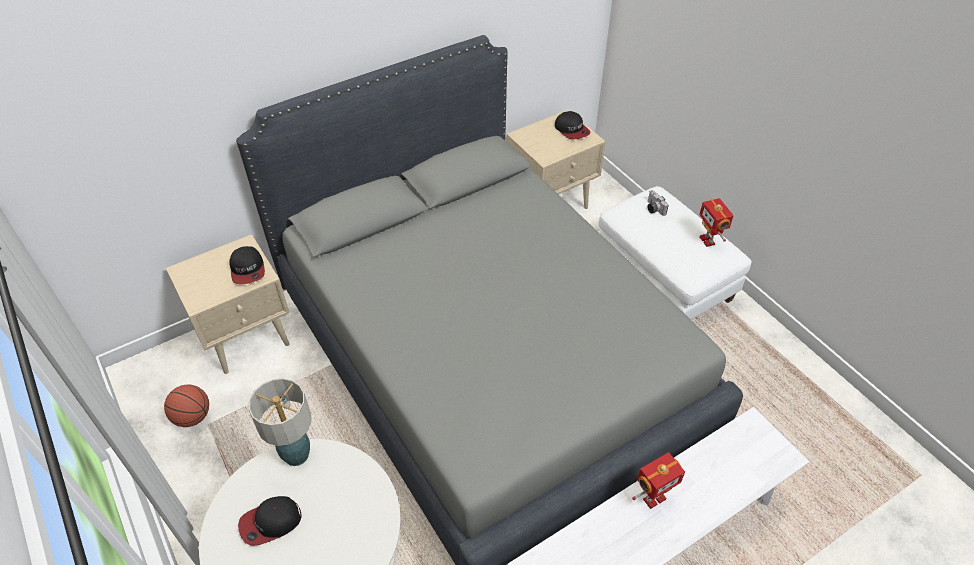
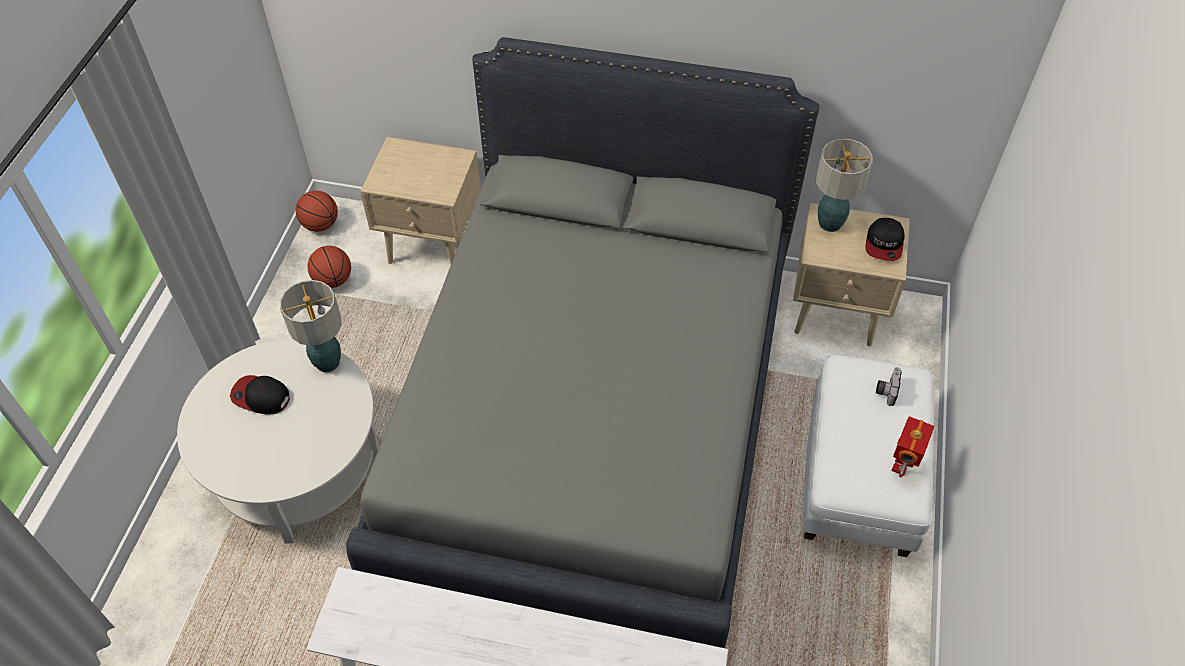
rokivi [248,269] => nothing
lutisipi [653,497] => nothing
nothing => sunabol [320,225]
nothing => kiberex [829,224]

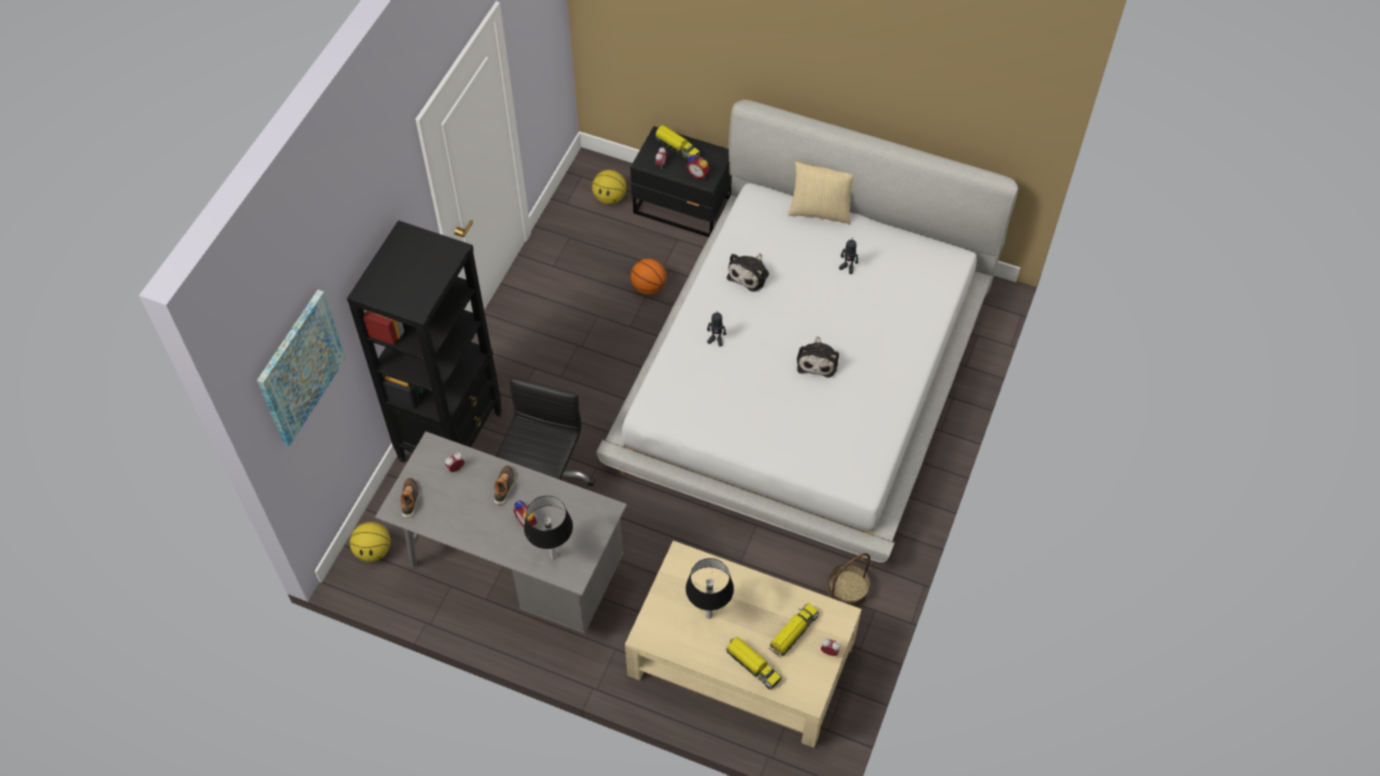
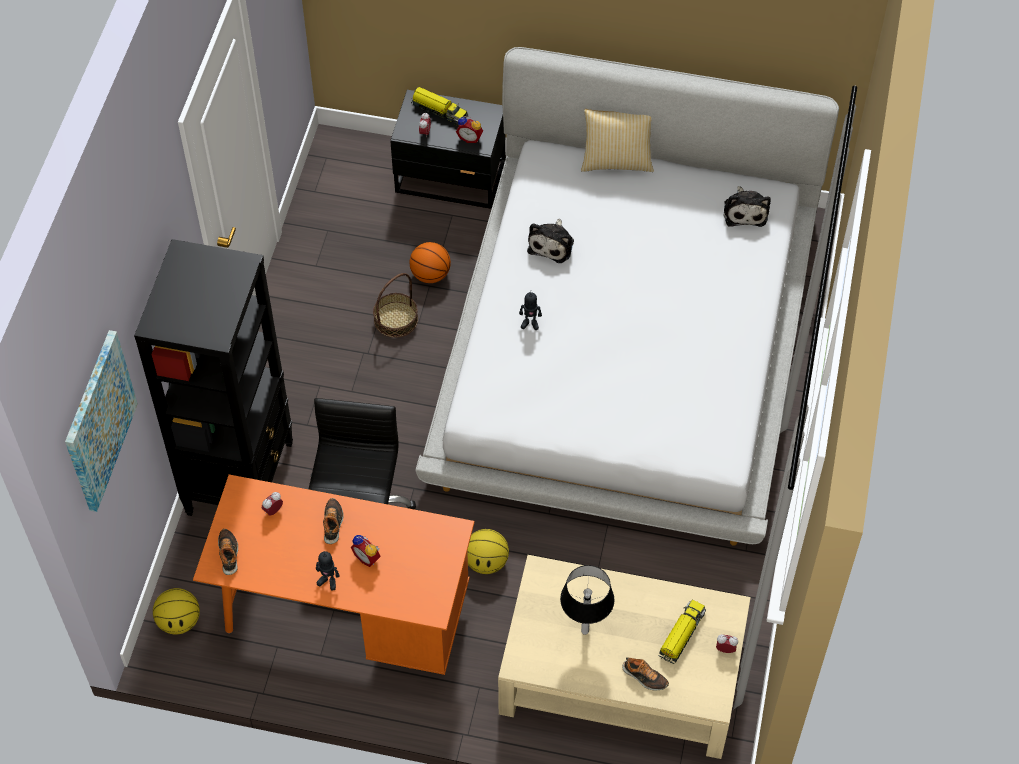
kiberex [553,557] => nothing
sunabol [610,198] => sunabol [486,562], shifted
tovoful [817,360] => tovoful [745,211], shifted
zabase [848,589] => zabase [395,319], shifted
lutisipi [847,267] => lutisipi [328,581], shifted
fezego [752,665] => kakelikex [644,677]
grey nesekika [513,571] => orange nesekika [345,619]

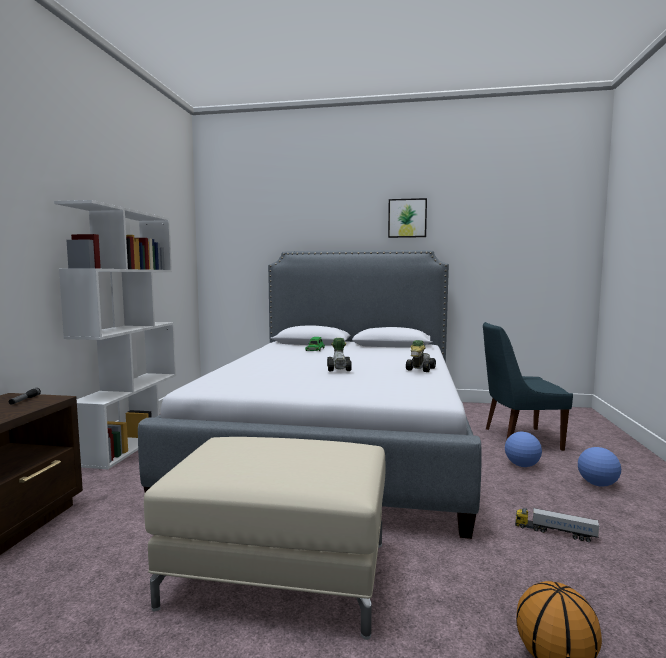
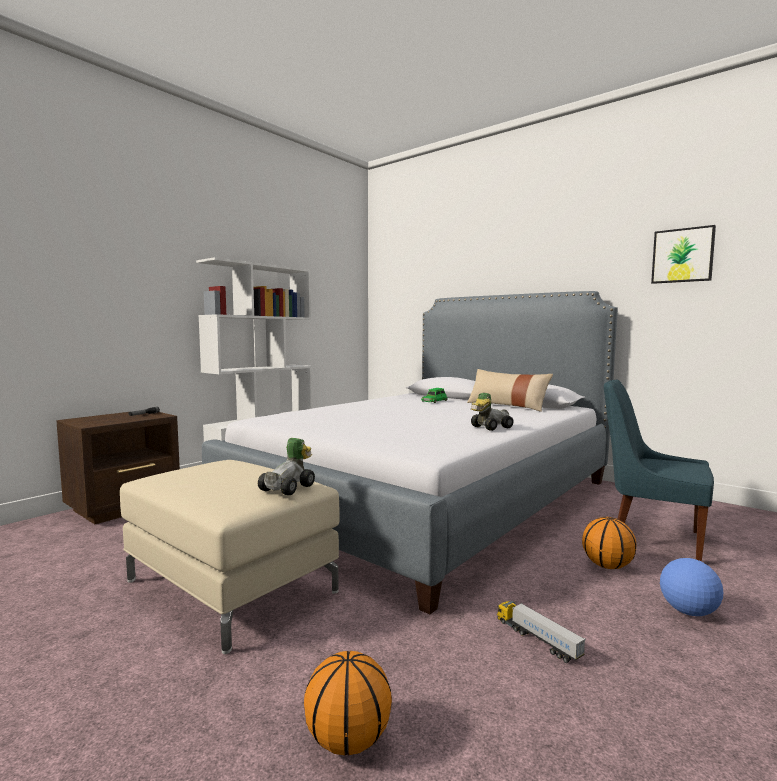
nothing => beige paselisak [507,406]
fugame [339,368] => fugame [290,487], shifted
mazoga [407,218] => mazoga [682,255], shifted
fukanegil [522,465] => sunabol [608,566]

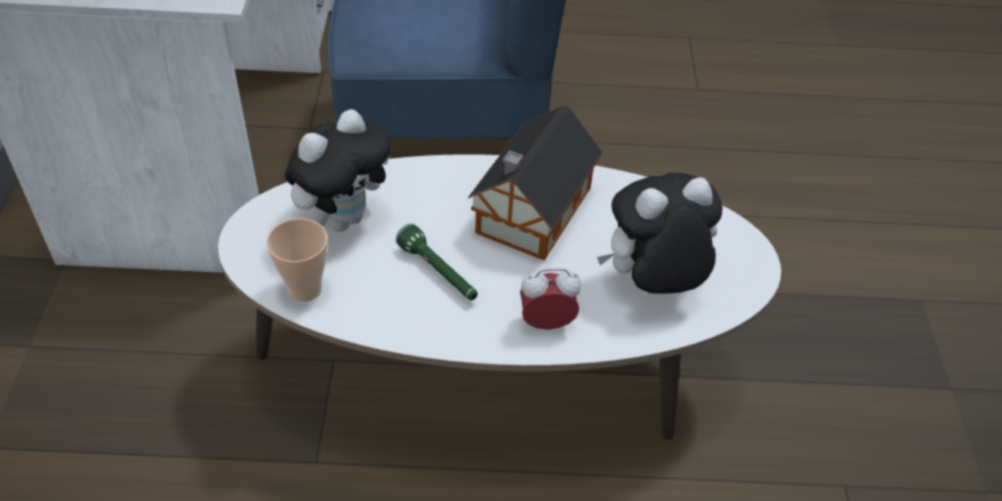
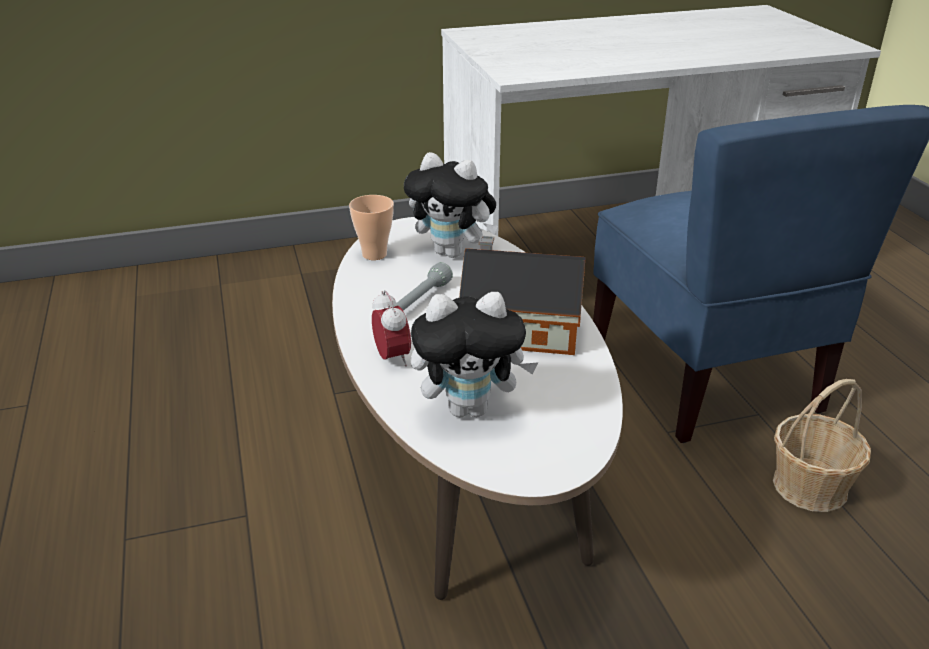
nothing => zabase [810,486]
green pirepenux [439,273] => grey pirepenux [420,300]
tovoful [652,284] => tovoful [470,408], 120 degrees clockwise

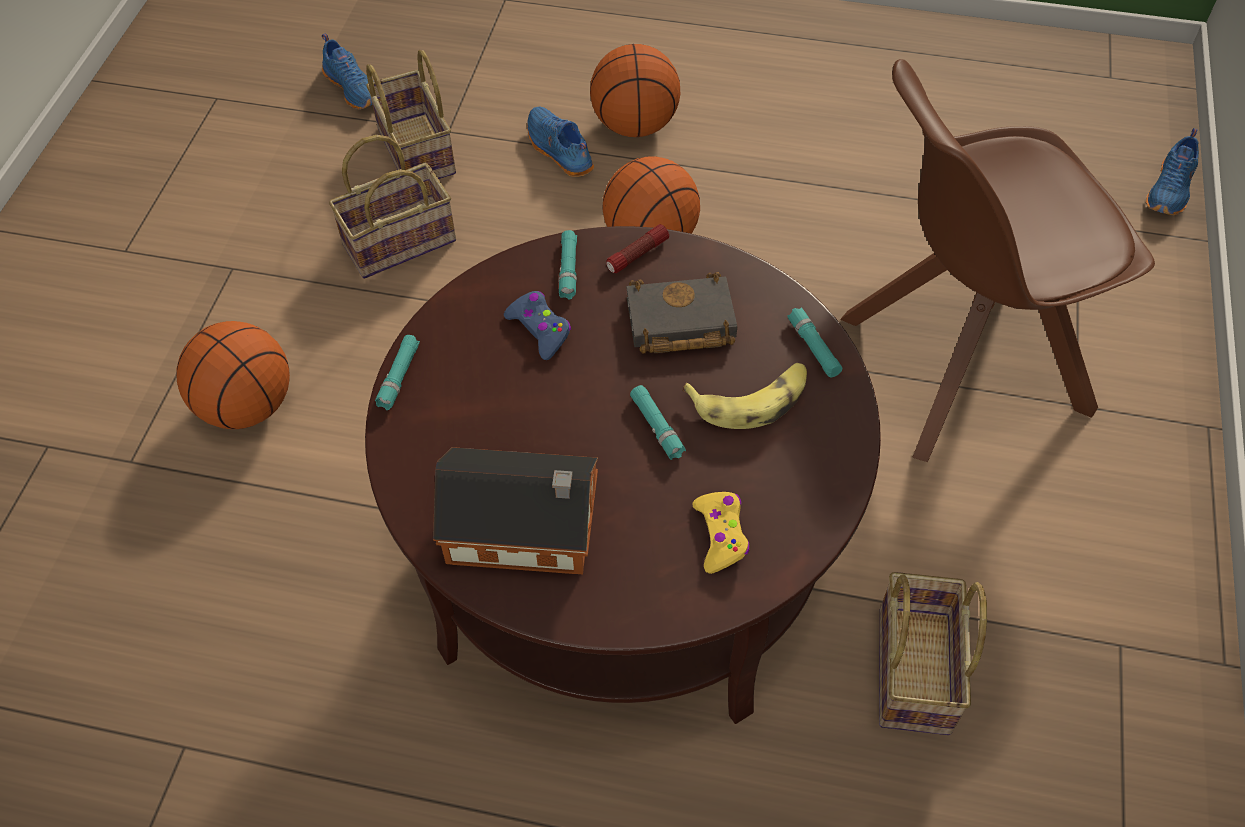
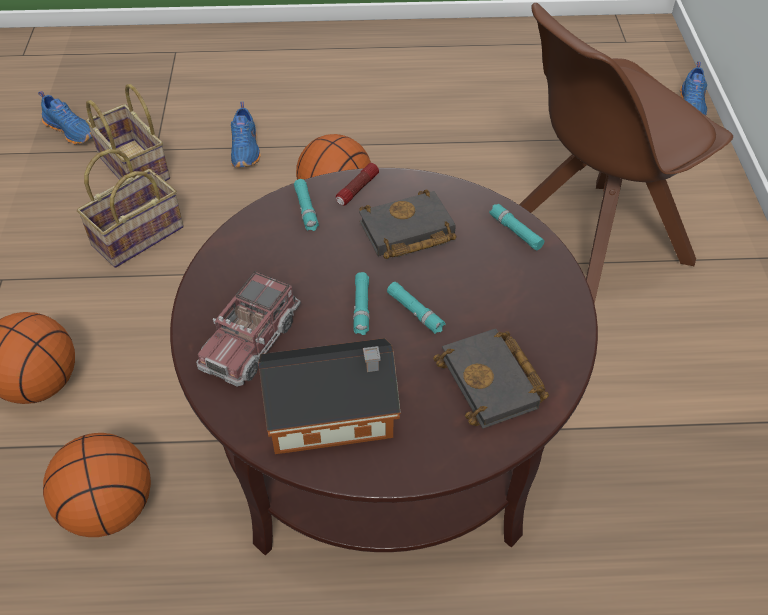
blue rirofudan [540,329] => nothing
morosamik [751,400] => nothing
zabase [916,674] => nothing
nothing => fezego [250,341]
turquoise pirepenux [399,377] => turquoise pirepenux [361,307], shifted
sunabol [634,125] => sunabol [109,508], shifted
yellow rirofudan [721,535] => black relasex [494,383]
blue kakelikex [558,151] => blue kakelikex [246,150], 135 degrees counterclockwise

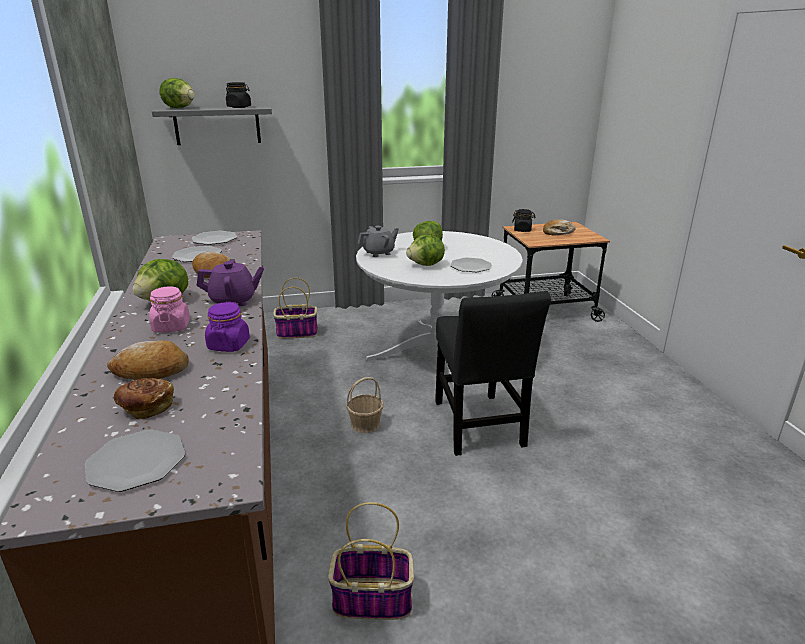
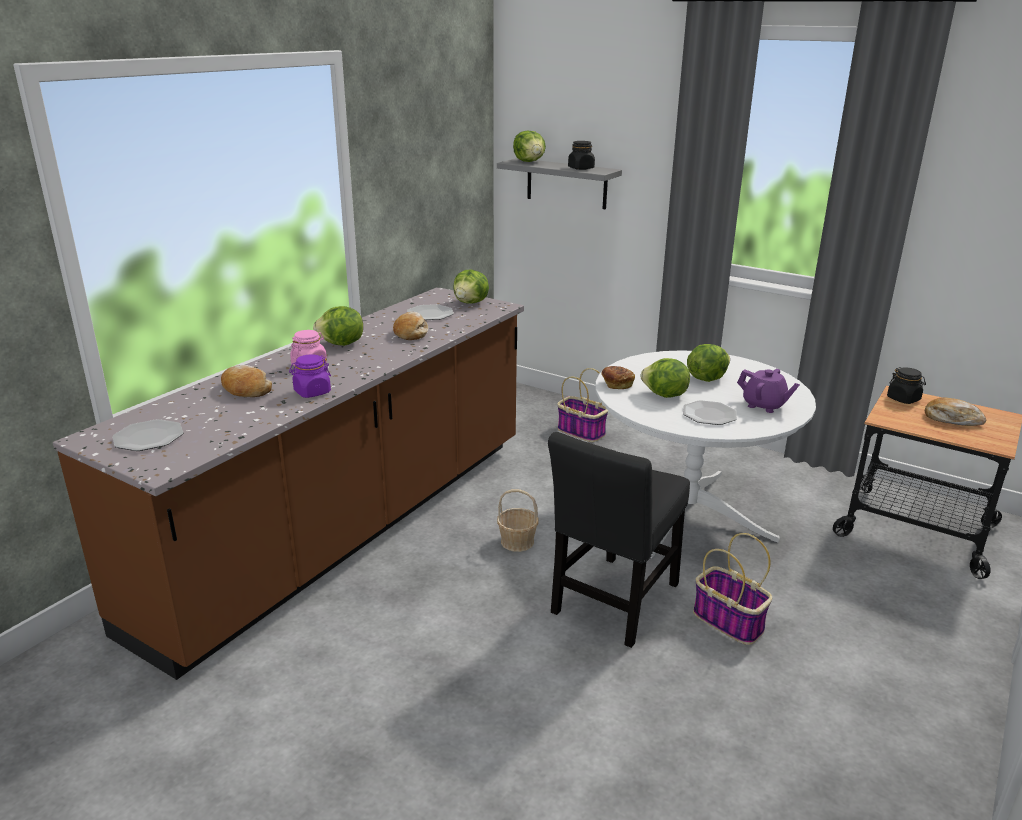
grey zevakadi [379,253] => nothing
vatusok [146,408] => vatusok [616,384], shifted
purple zevakadi [233,301] => purple zevakadi [764,405], shifted
zabase [373,599] => zabase [729,622], shifted
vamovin [214,239] => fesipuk [471,303]

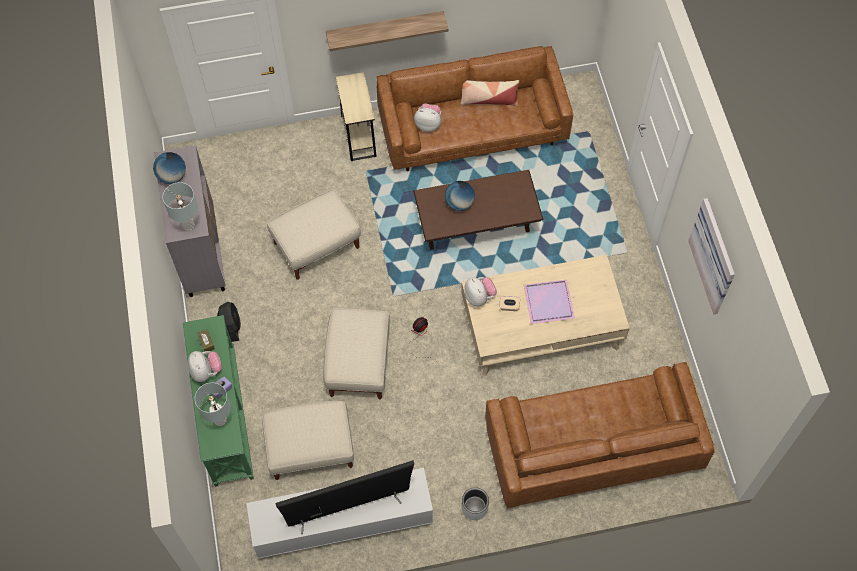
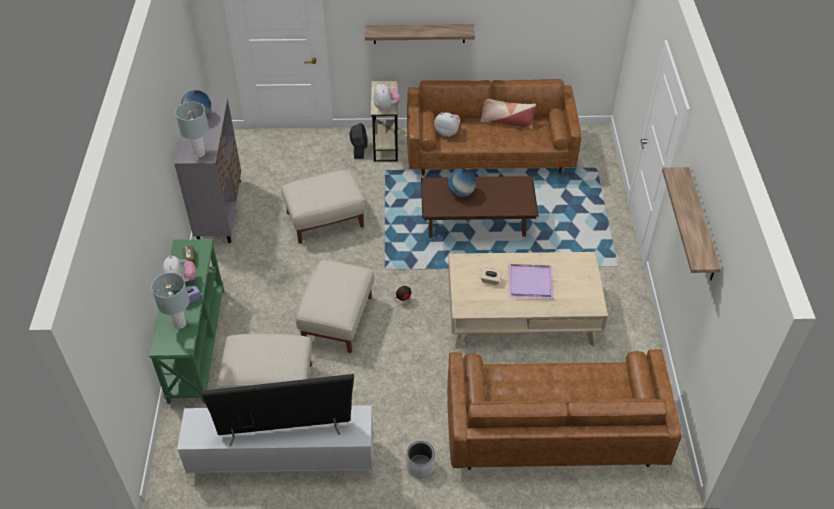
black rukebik [231,326] => black rukebik [359,149], shifted
tovoful [479,297] => tovoful [386,106], shifted
mazoga [715,256] => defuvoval [701,225]

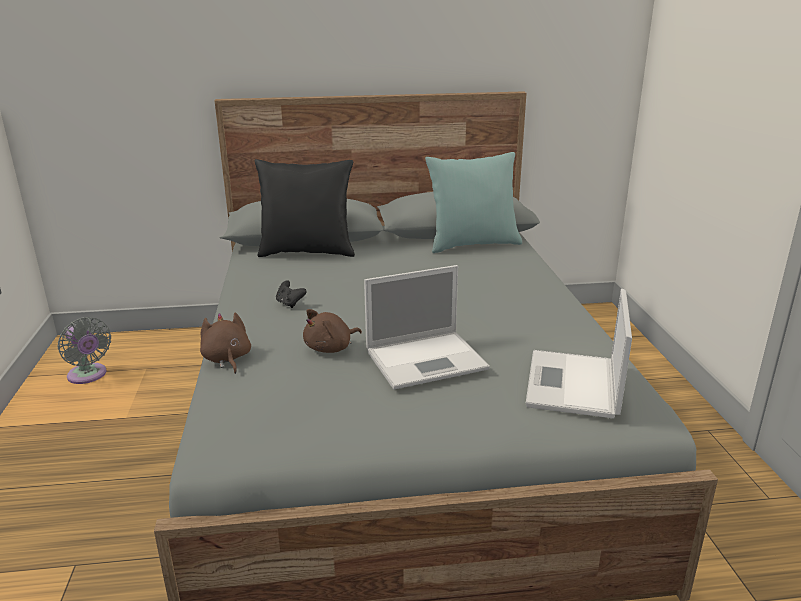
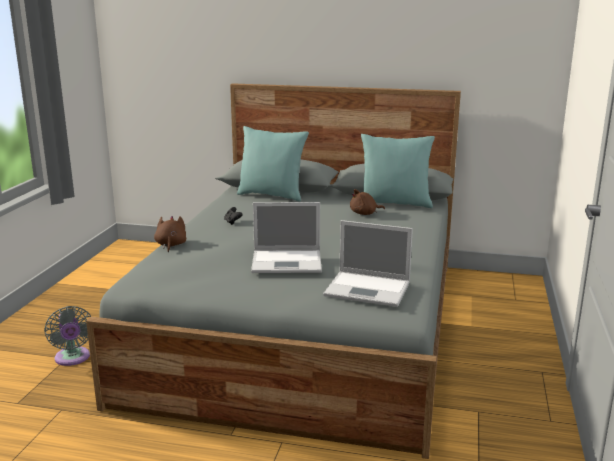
grey rukebik [88,376] => grey rukebik [72,359], shifted
brown tovoful [331,348] => brown tovoful [365,213], shifted
black paselisak [307,252] => turquoise paselisak [272,195]
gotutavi [573,385] => gotutavi [369,289], 105 degrees counterclockwise

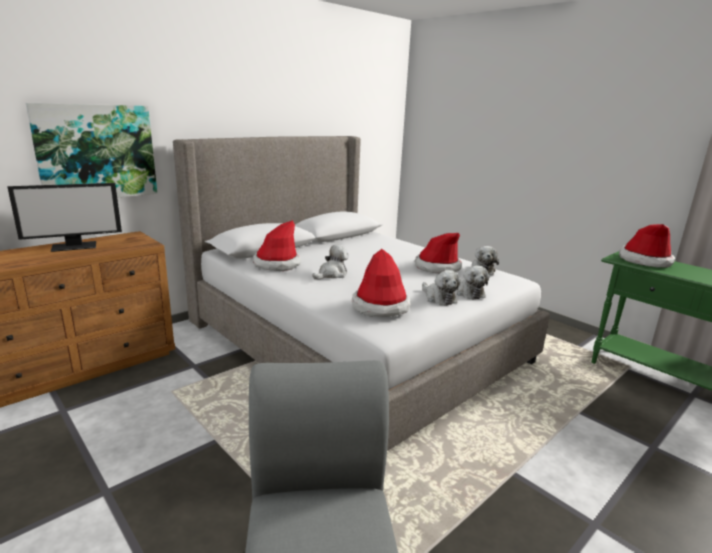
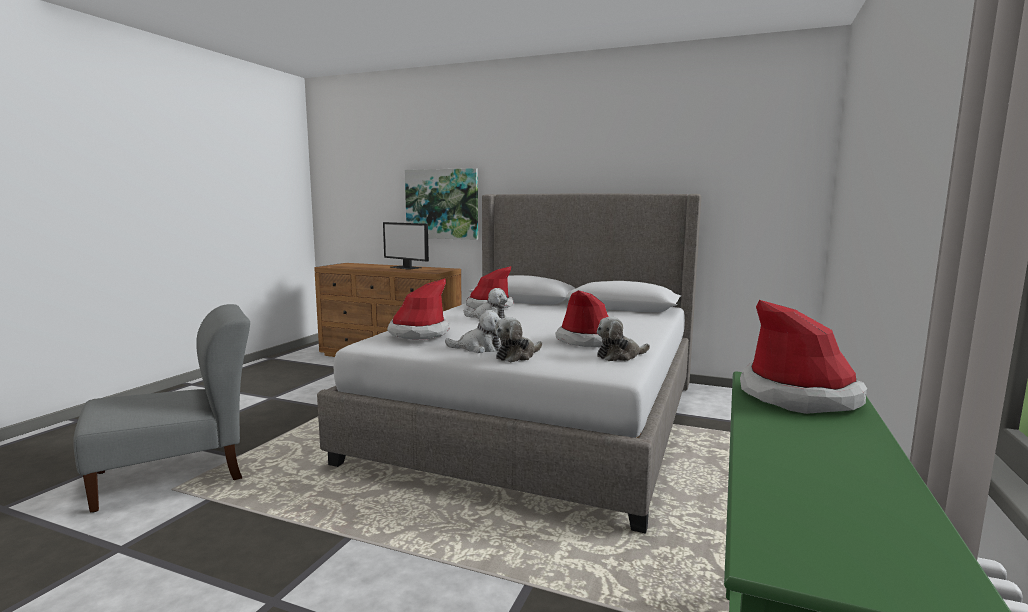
tovoful [439,298] => tovoful [478,348], 120 degrees counterclockwise

